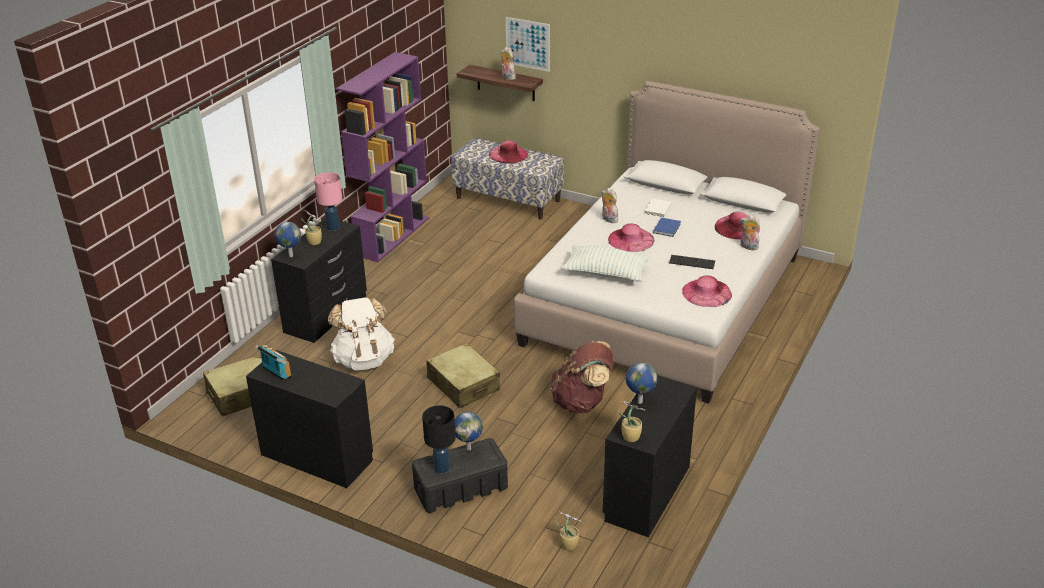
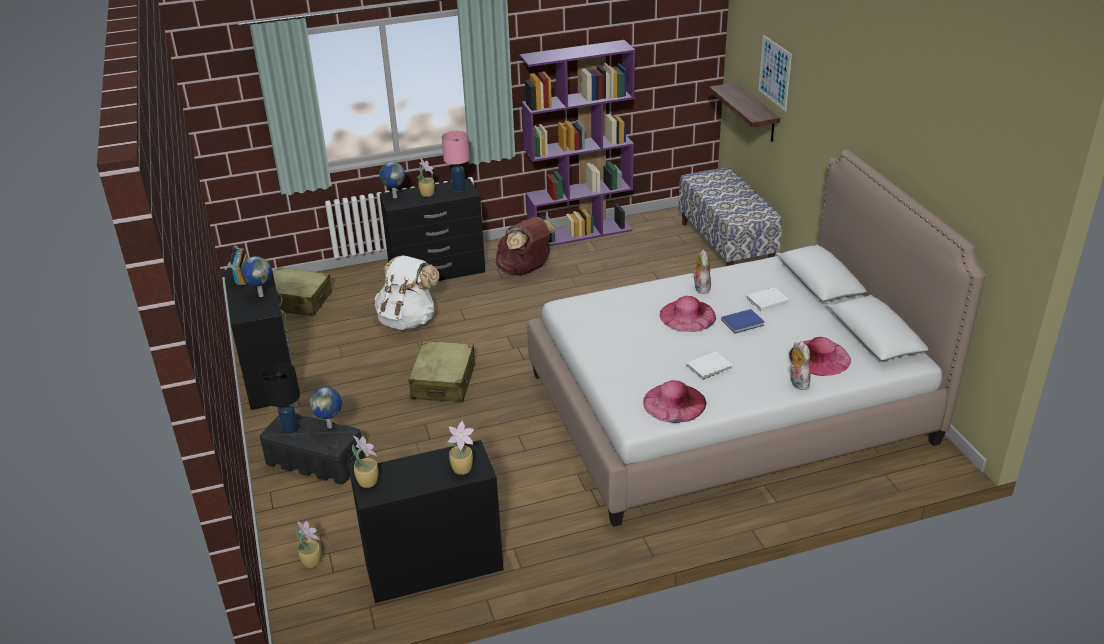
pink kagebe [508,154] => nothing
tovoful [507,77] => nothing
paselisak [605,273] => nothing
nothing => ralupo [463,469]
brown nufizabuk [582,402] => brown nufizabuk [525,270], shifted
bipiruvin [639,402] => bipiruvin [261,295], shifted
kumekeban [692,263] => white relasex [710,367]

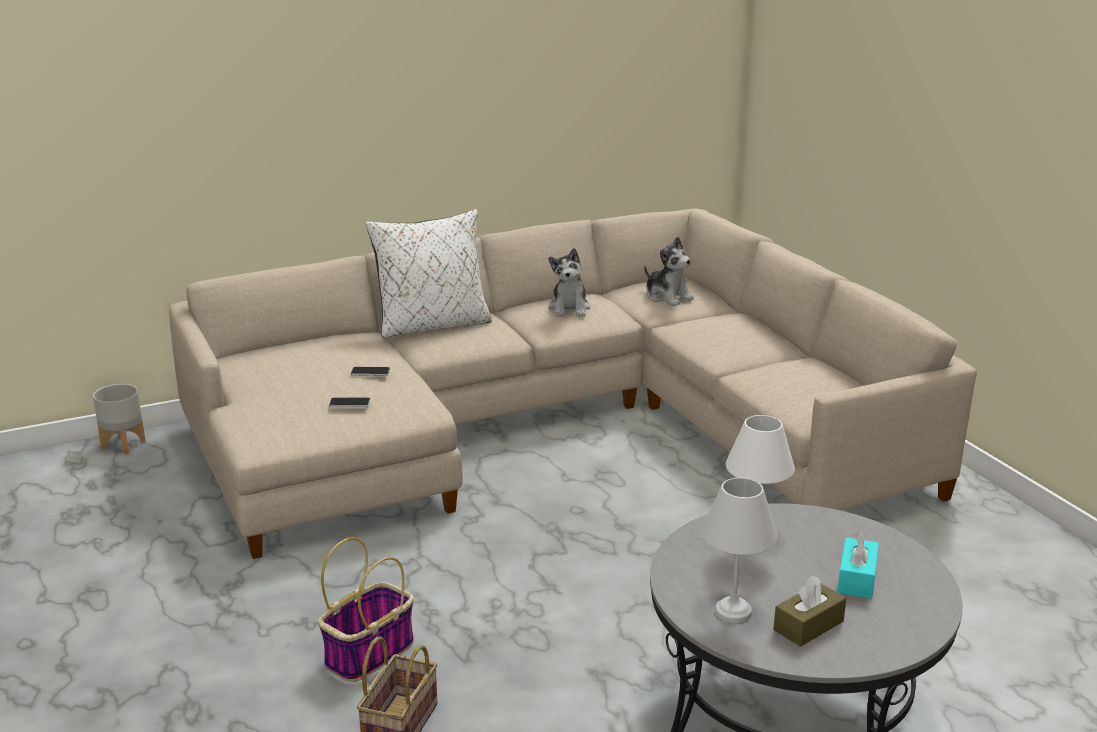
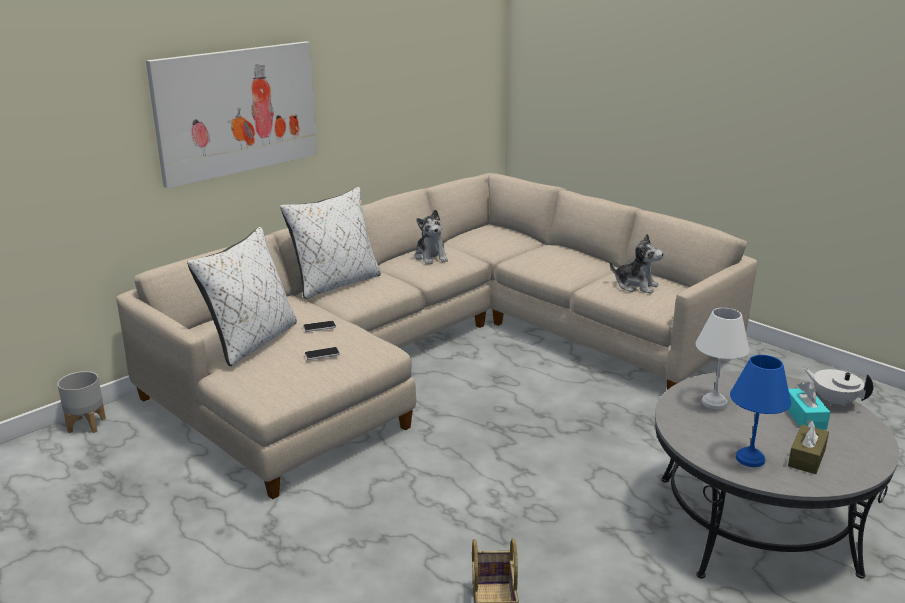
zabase [370,653] => nothing
nothing => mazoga [237,111]
nothing => white paselisak [252,341]
nothing => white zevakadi [833,401]
tovoful [667,297] => tovoful [635,286], shifted
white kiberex [731,612] => blue kiberex [749,459]

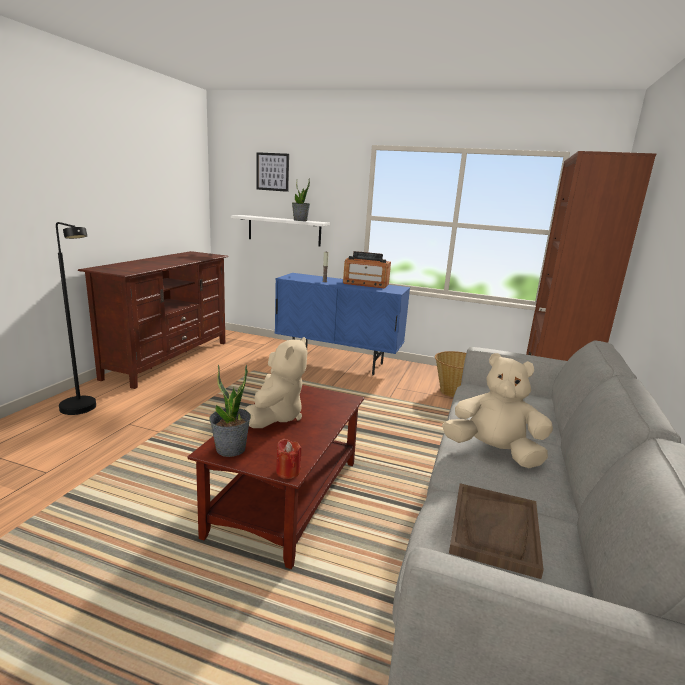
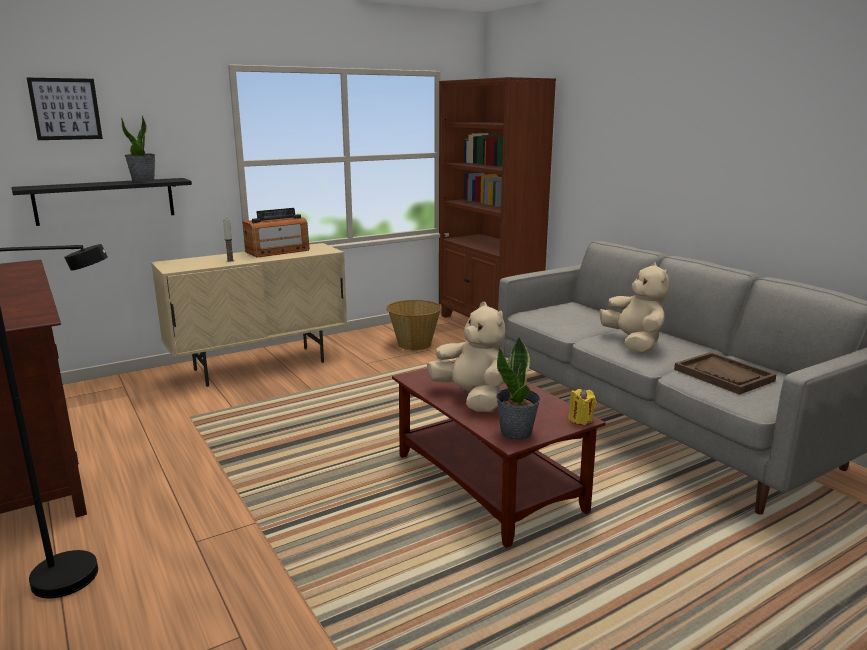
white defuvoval [284,230] => black defuvoval [105,201]
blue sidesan [338,362] => beige sidesan [260,366]
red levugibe [288,472] => yellow levugibe [581,420]
beige tovoful [493,452] => beige tovoful [634,344], 105 degrees clockwise

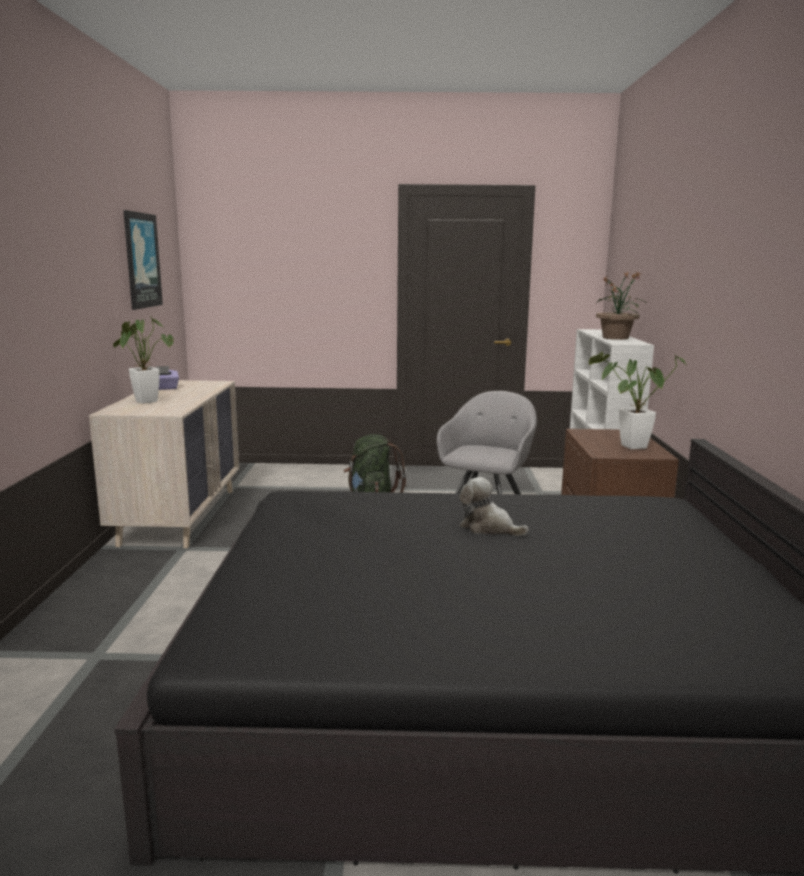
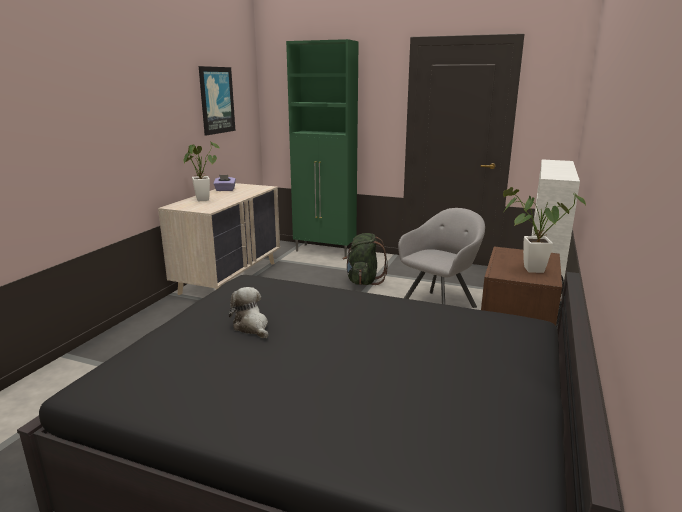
ralupo [615,338] => nothing
nothing => green sidesan [325,251]
tovoful [488,528] => tovoful [252,327], shifted

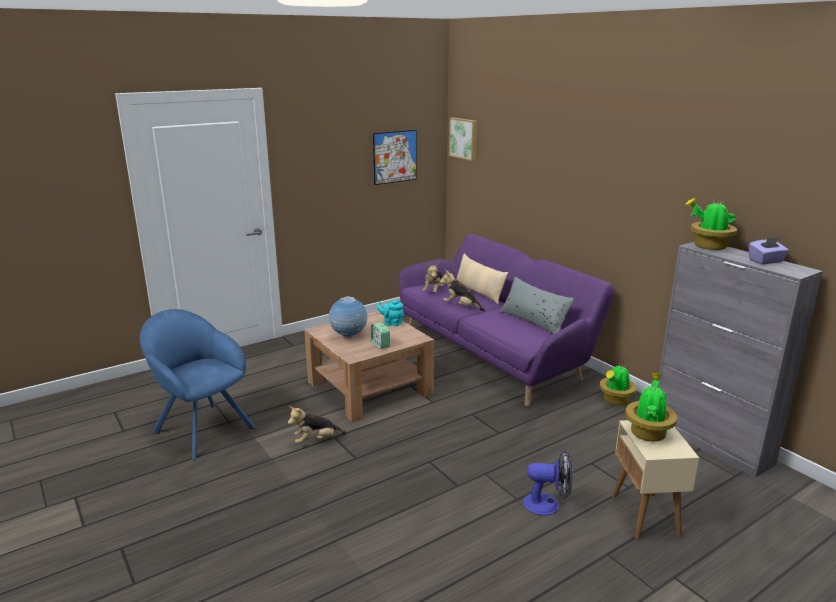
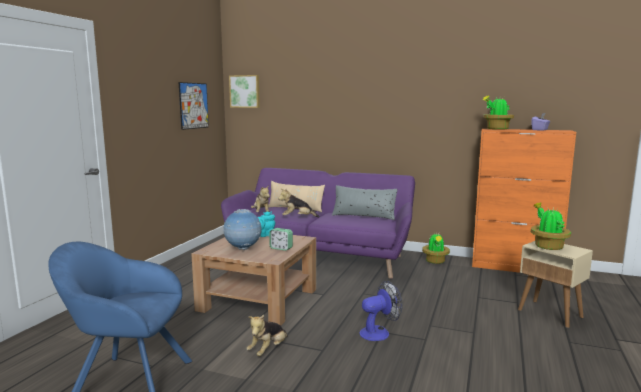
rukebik [548,504] => rukebik [379,332], shifted
grey sidesan [711,443] => orange sidesan [515,267]

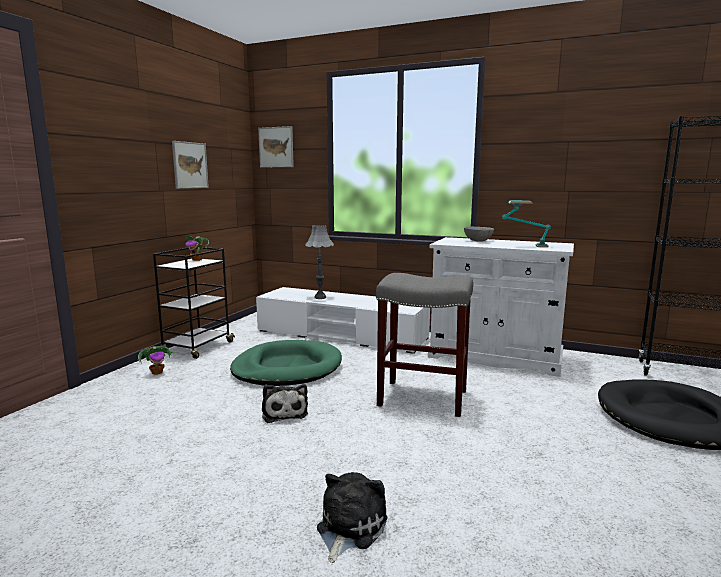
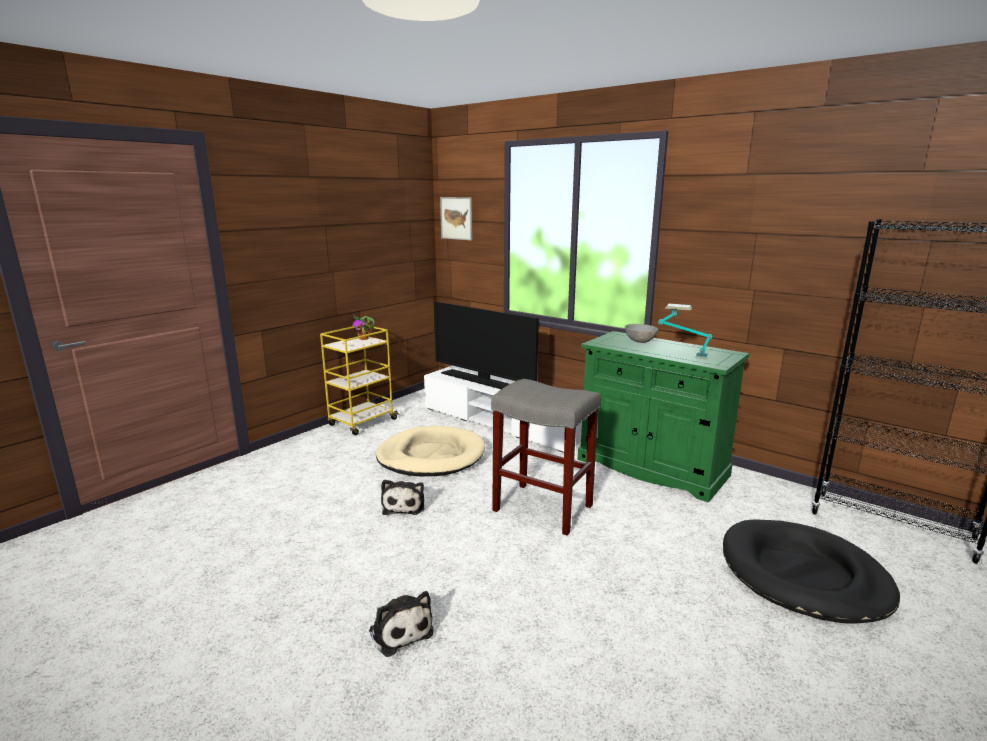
ralupo [157,372] => nothing
mazoga [190,165] => nothing
grey kiberex [320,297] => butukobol [485,381]
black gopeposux [197,348] => yellow gopeposux [362,423]
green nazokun [287,368] => beige nazokun [431,456]
white sidesan [495,356] => green sidesan [651,467]
tovoful [349,527] => tovoful [400,630], 105 degrees clockwise

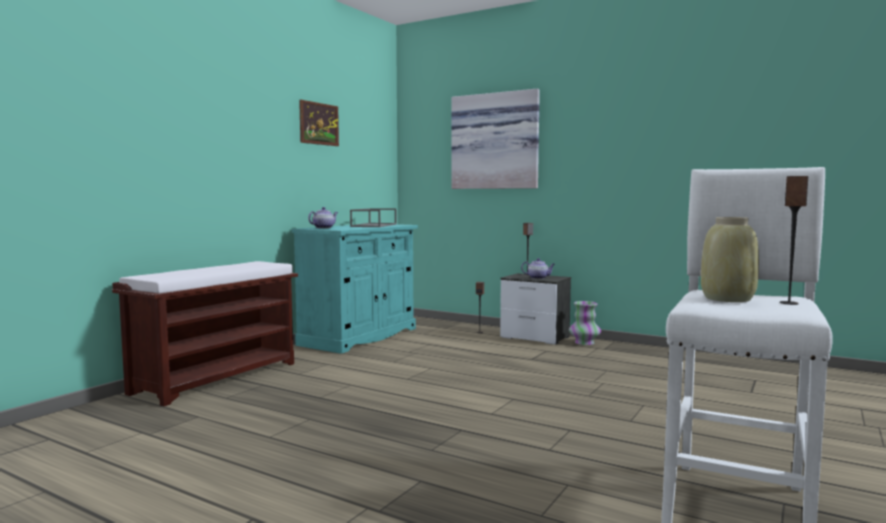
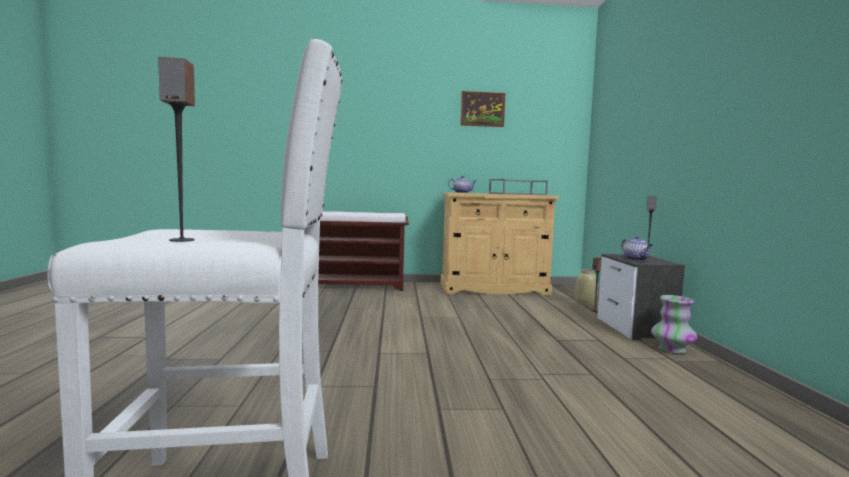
mazoga [496,141] => nothing
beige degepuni [727,298] => beige degepuni [585,303], shifted
turquoise sidesan [359,336] => beige sidesan [493,289]

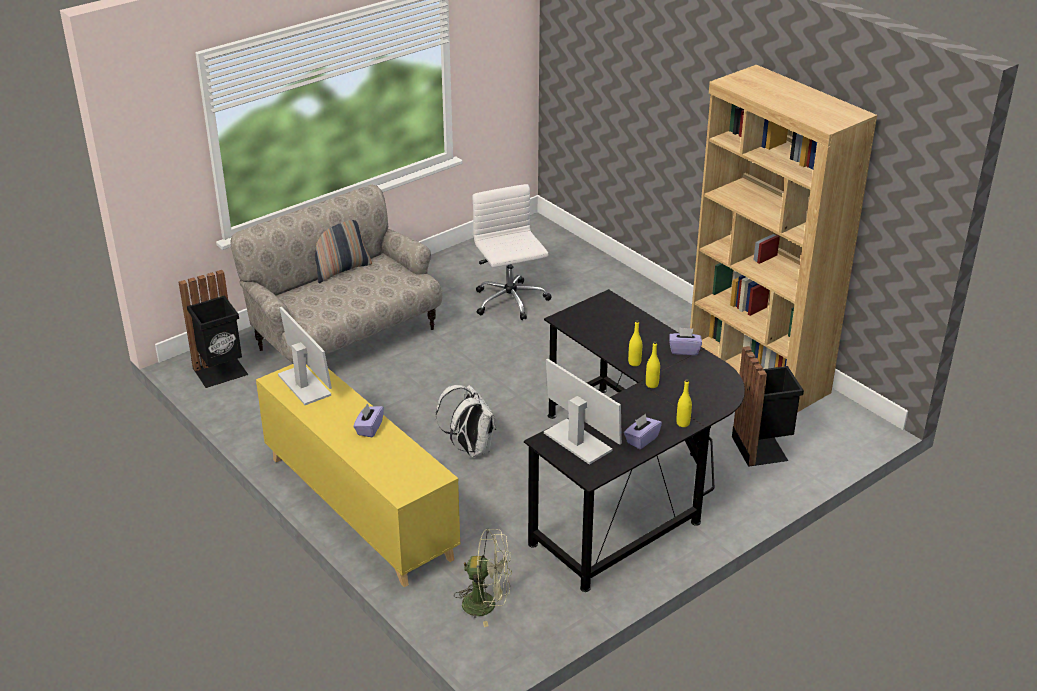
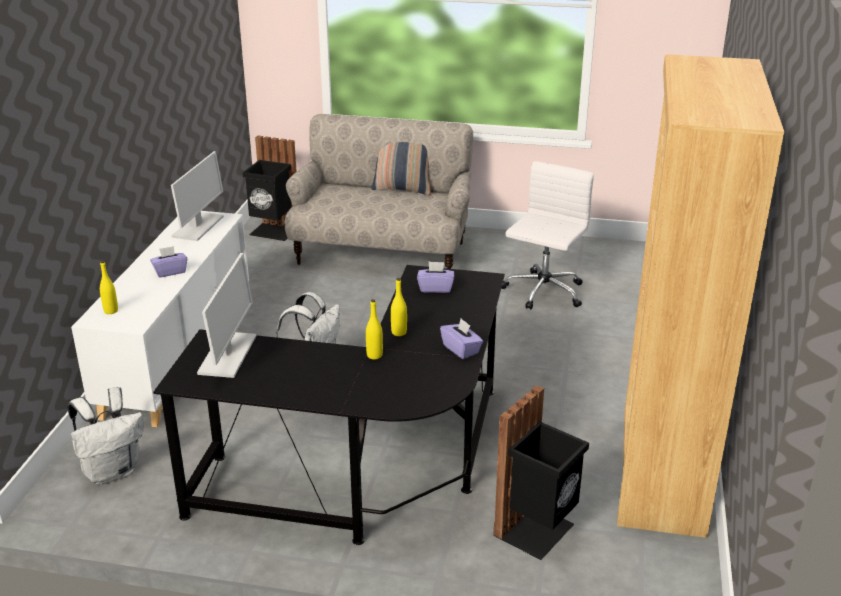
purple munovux [641,440] => purple munovux [435,288], shifted
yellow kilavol [683,423] => yellow kilavol [111,311], shifted
green rukebik [487,604] => white nufizabuk [112,471]
yellow sidesan [359,507] => white sidesan [179,354]

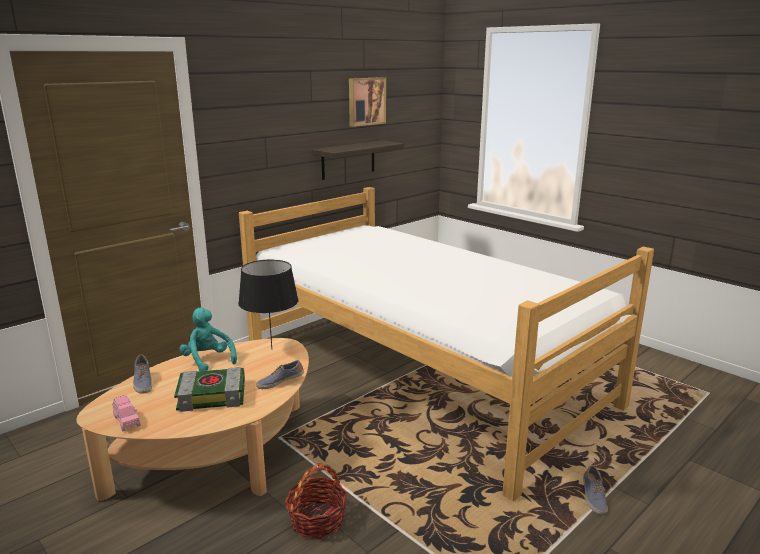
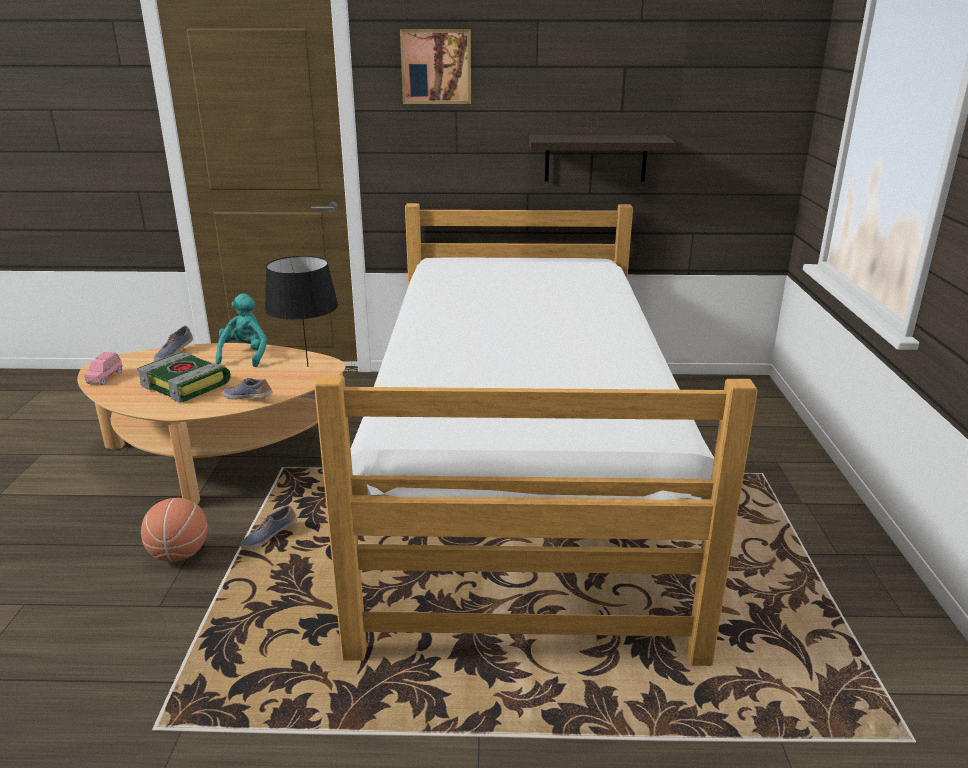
mazoga [366,101] => mazoga [436,66], shifted
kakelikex [593,497] => kakelikex [269,536], shifted
zabase [317,520] => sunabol [179,554]

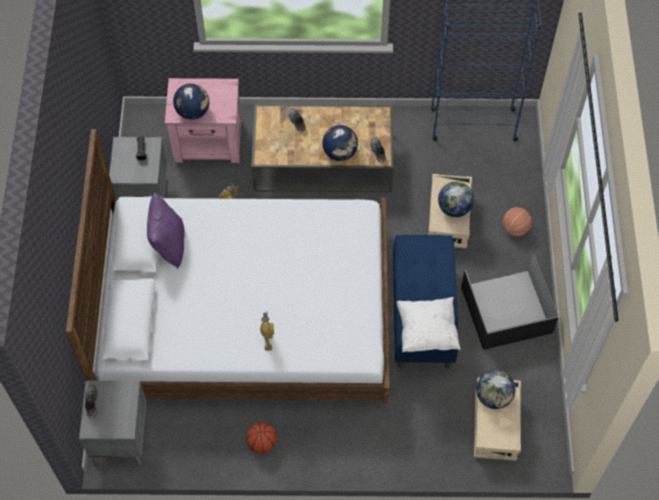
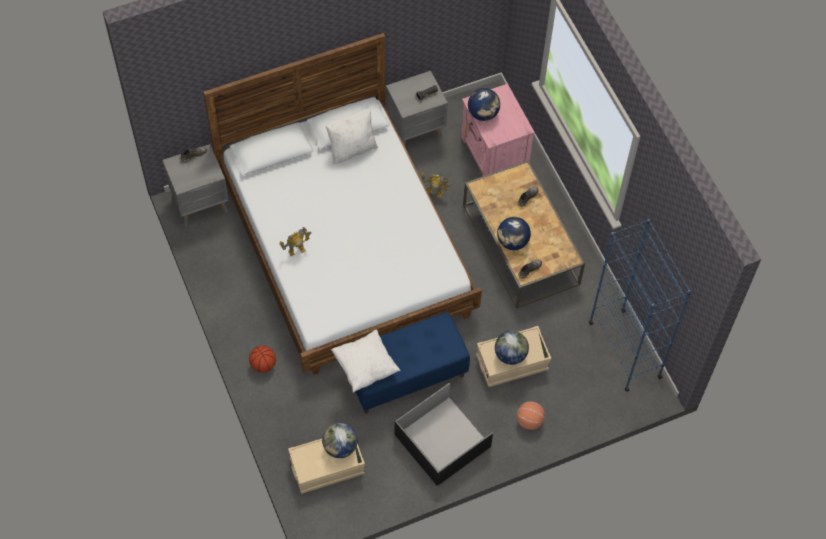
sunabol [262,443] => sunabol [263,365], shifted
purple paselisak [168,244] => white paselisak [352,149]

